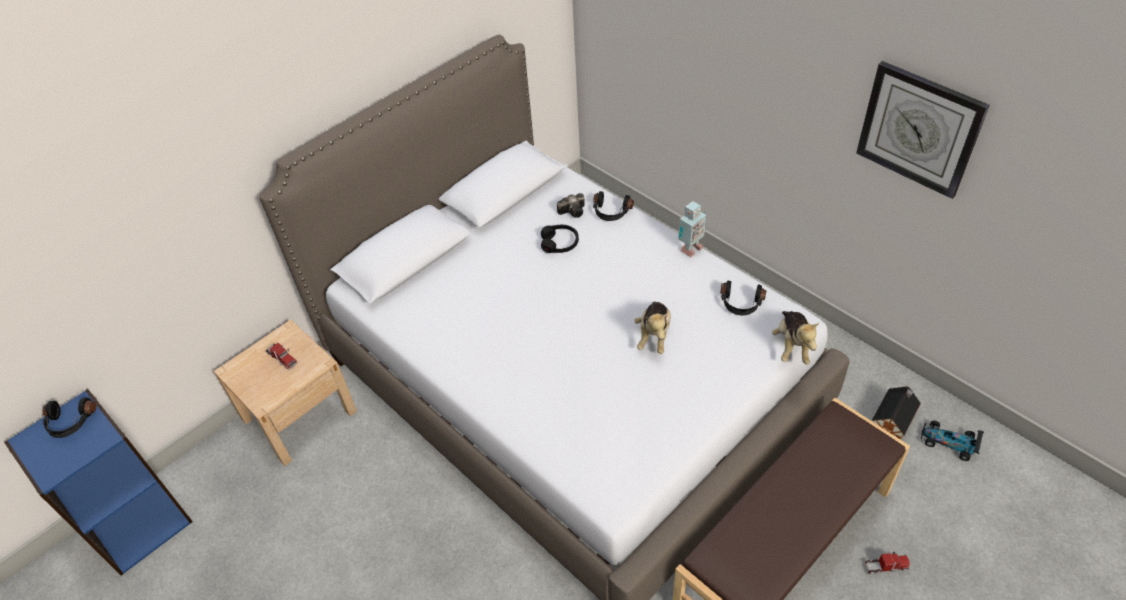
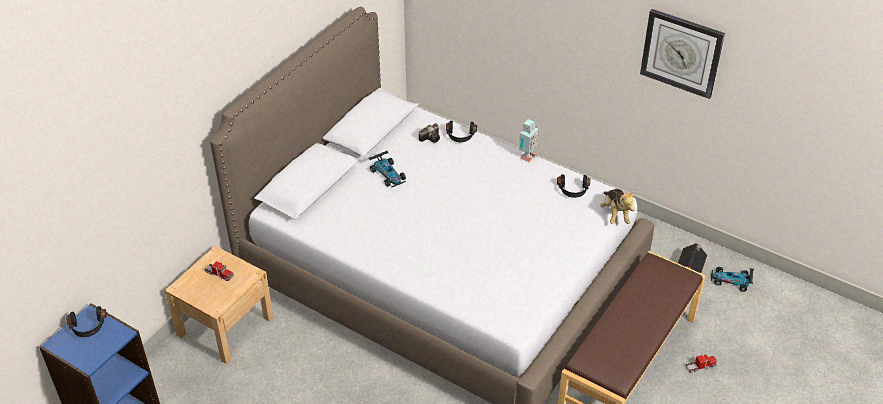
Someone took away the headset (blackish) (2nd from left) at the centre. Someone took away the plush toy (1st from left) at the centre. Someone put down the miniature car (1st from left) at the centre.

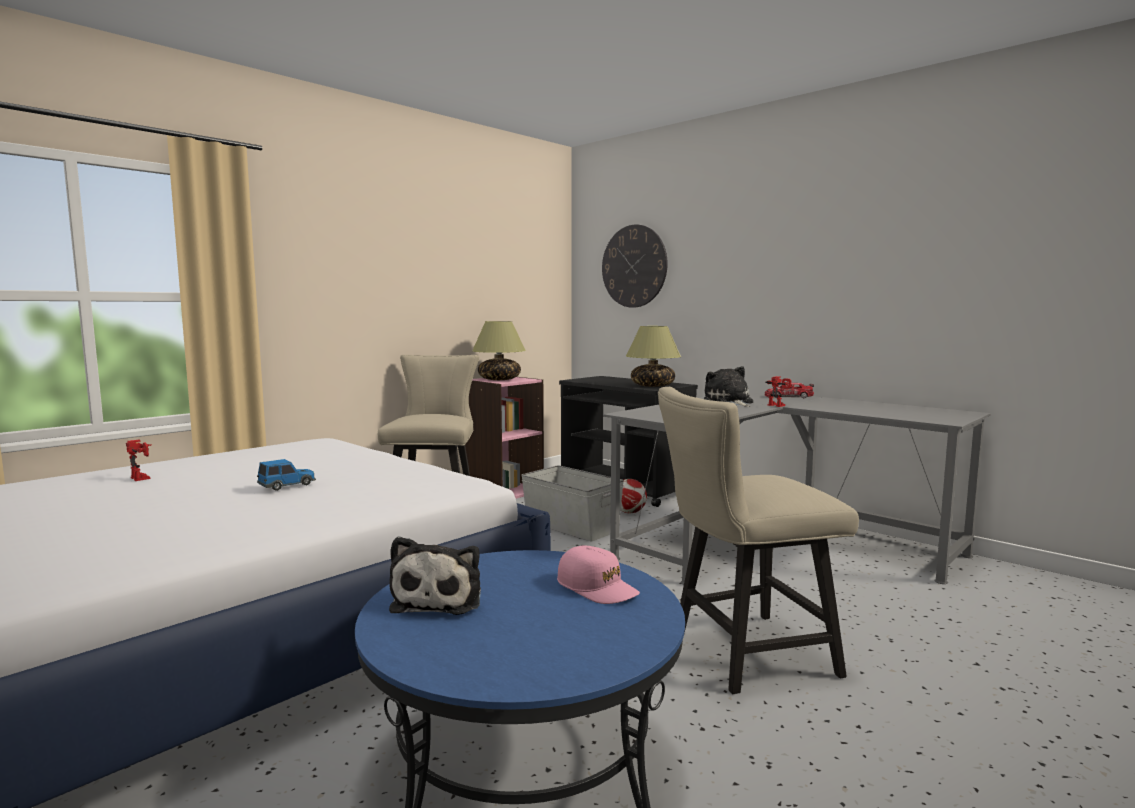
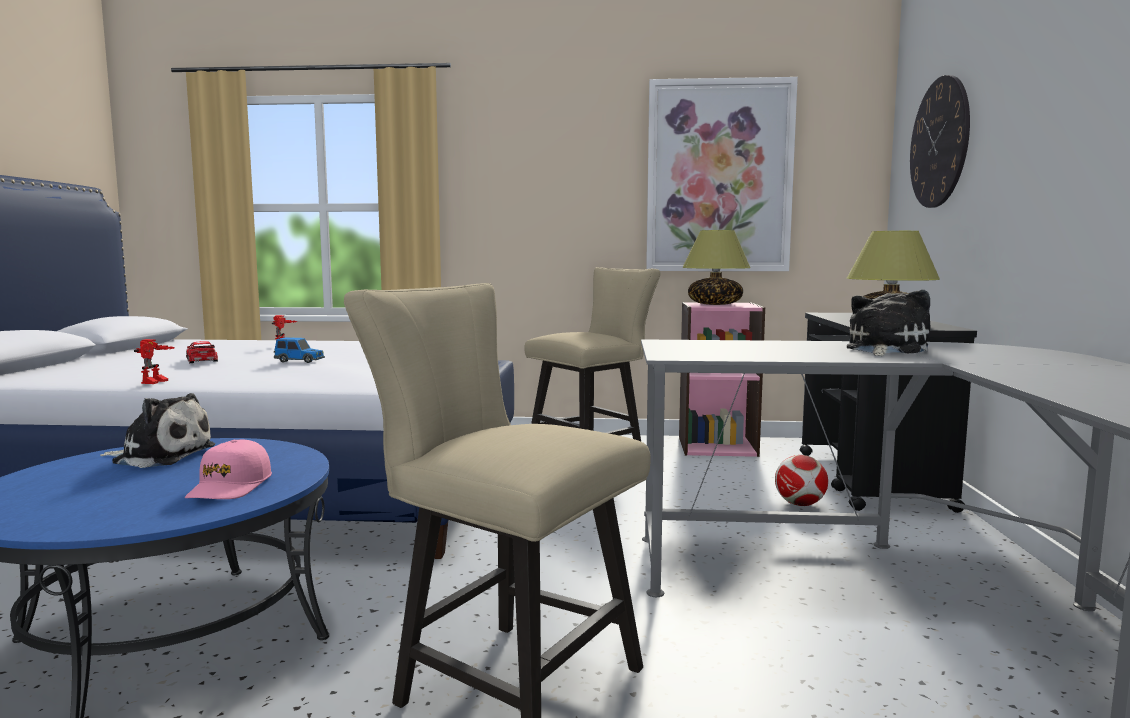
Someone took away the storage box (grey) at the centre. Someone put up the wall picture at the top centre. Someone carried the miniature car (2nd from left in the first image) from the middle right to the middle left. Someone carried the model robot (2nd from left in the first image) from the middle right to the middle left. Someone rotated the plush toy (1st from left) at the bottom centre by 135 degrees counterclockwise.

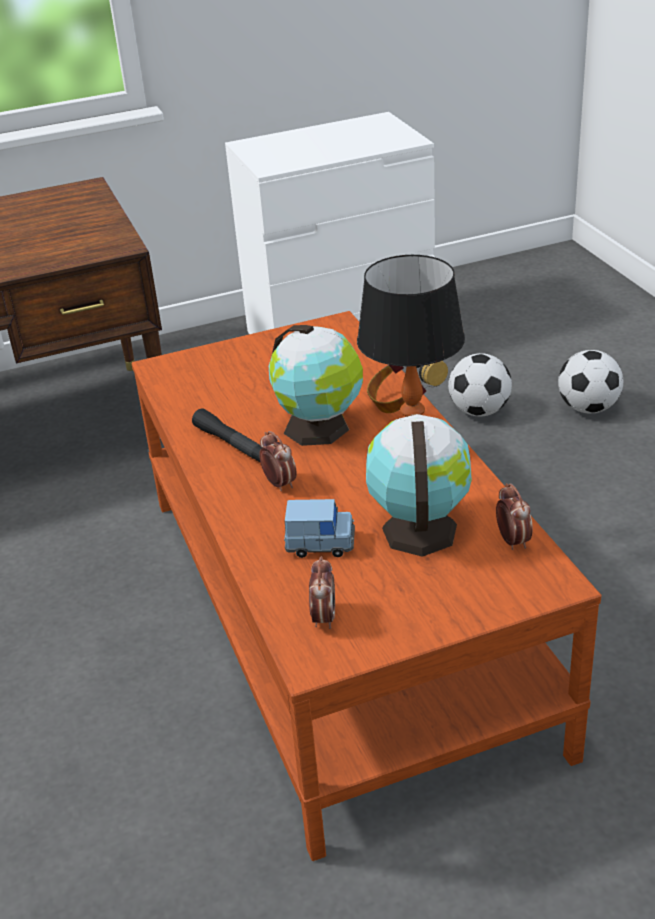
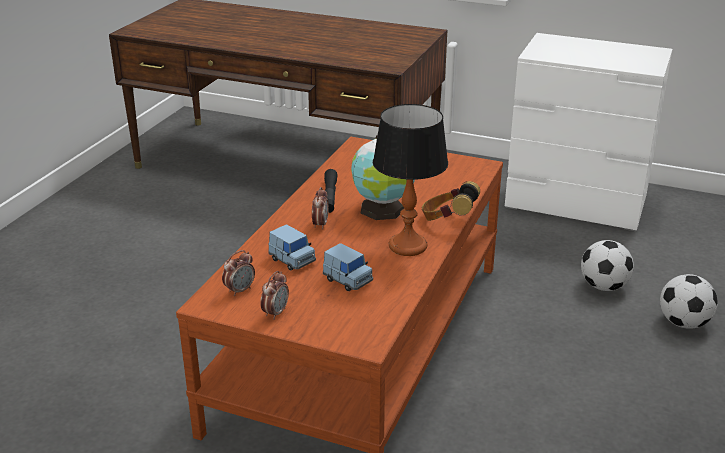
Someone carried the table clock (3rd from left in the first image) from the middle right to the centre. Someone swapped the globe (2nd from left) at the centre for the miniature car (bluish) (2nd from left) at the centre.

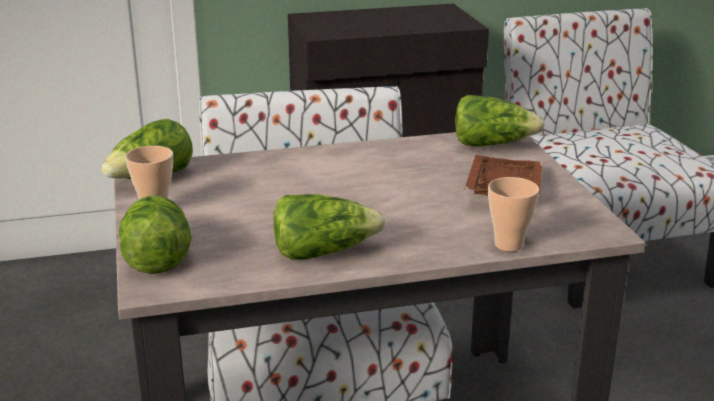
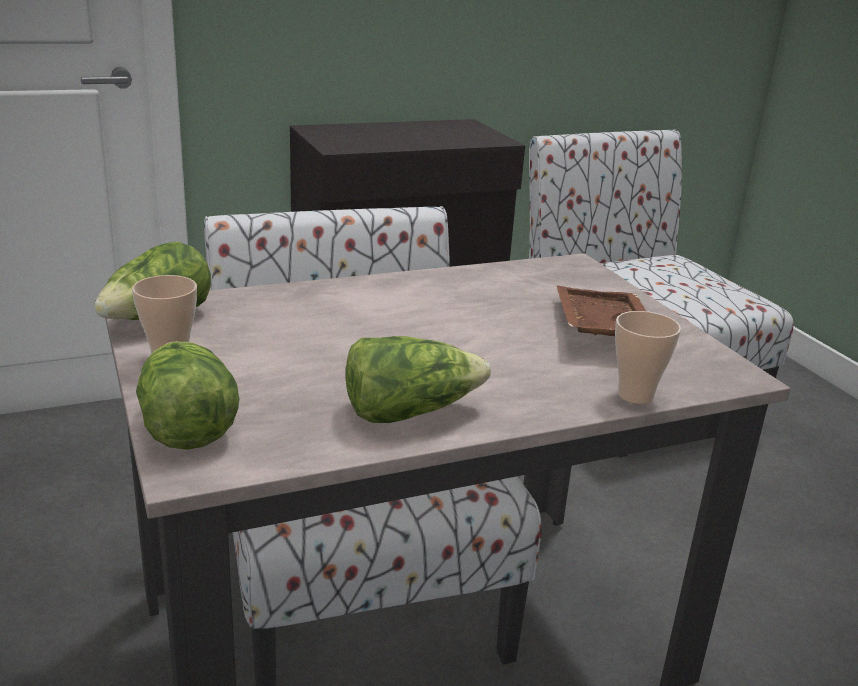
Someone took away the lettuce (4th from left) at the top right.

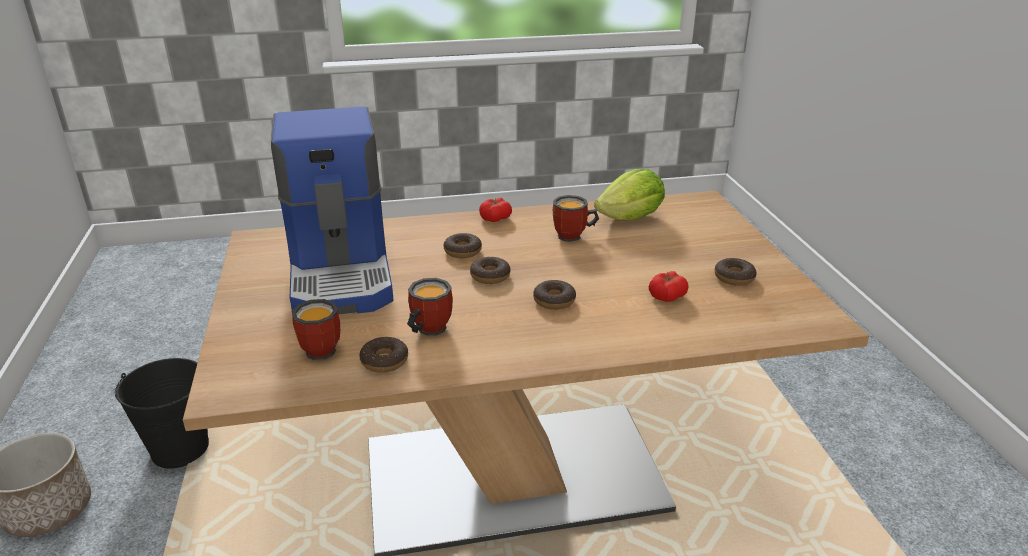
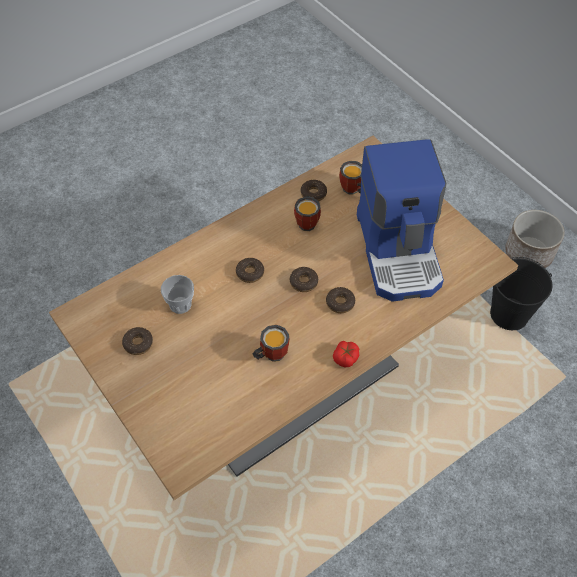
Someone took away the lettuce at the centre. Someone swapped the fresh tomato (2nd from left) at the centre for the drinking cup at the middle left. Someone rotated the coffee machine at the middle left by 150 degrees counterclockwise.

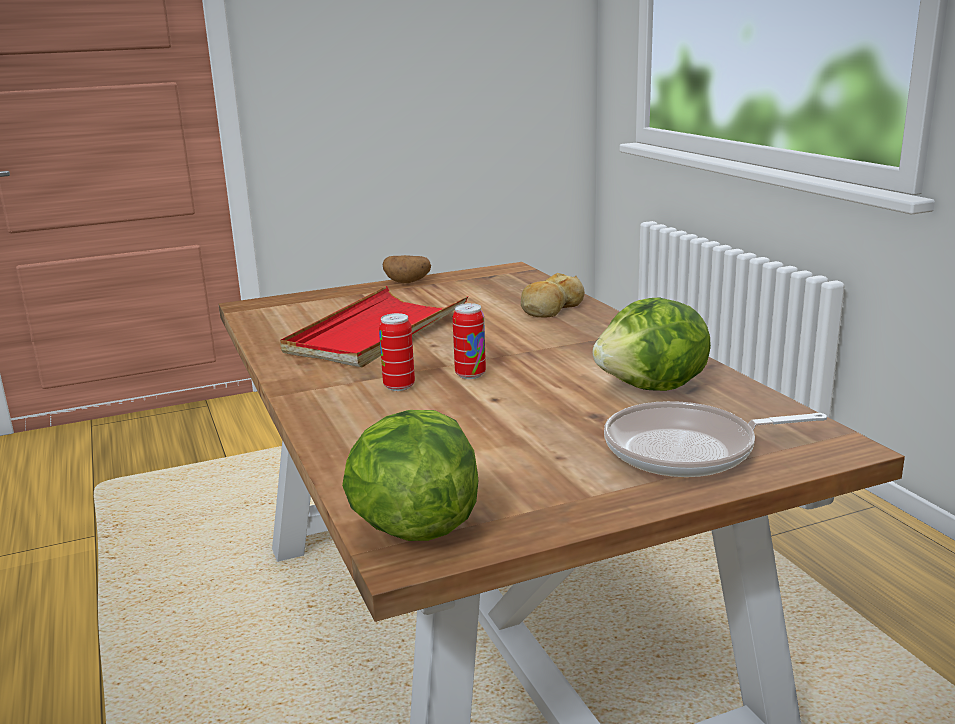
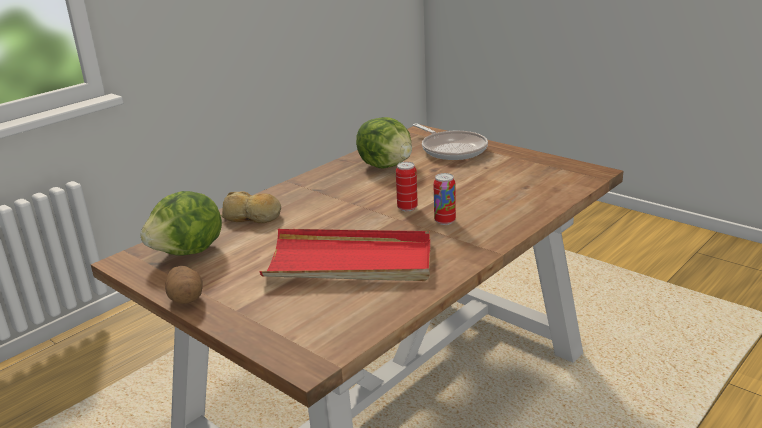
Someone carried the lettuce (1st from left) from the centre to the middle left.

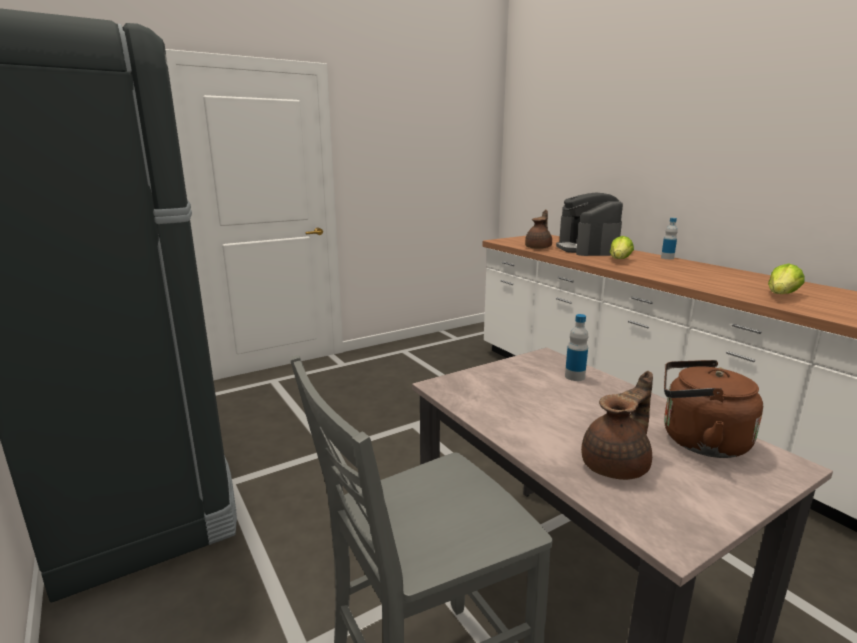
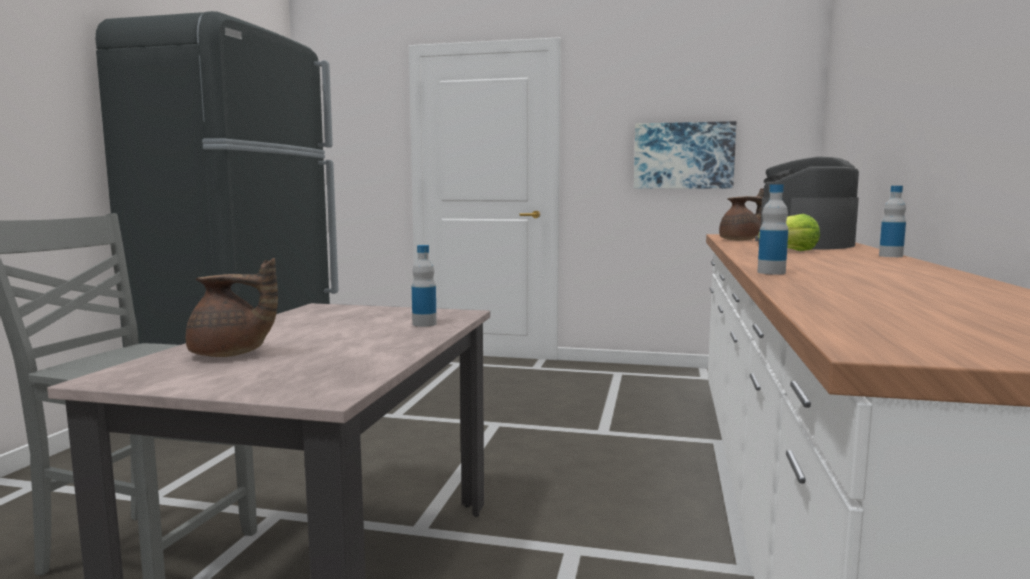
Someone took away the kettle (brown-coloured) at the middle right. Someone took away the lettuce (2nd from left) at the middle right. Someone put up the wall picture at the top centre. Someone put down the drink bottle (2nd from left) at the middle right.

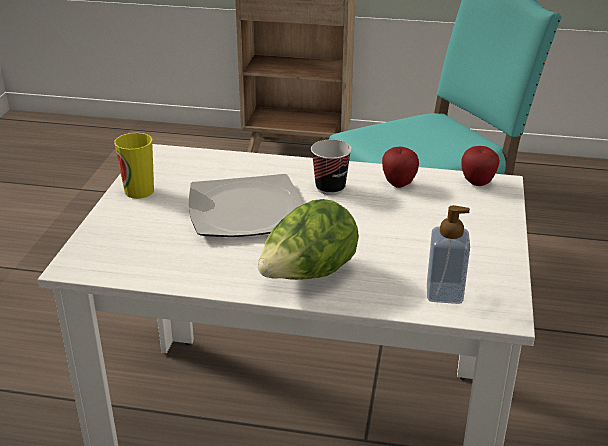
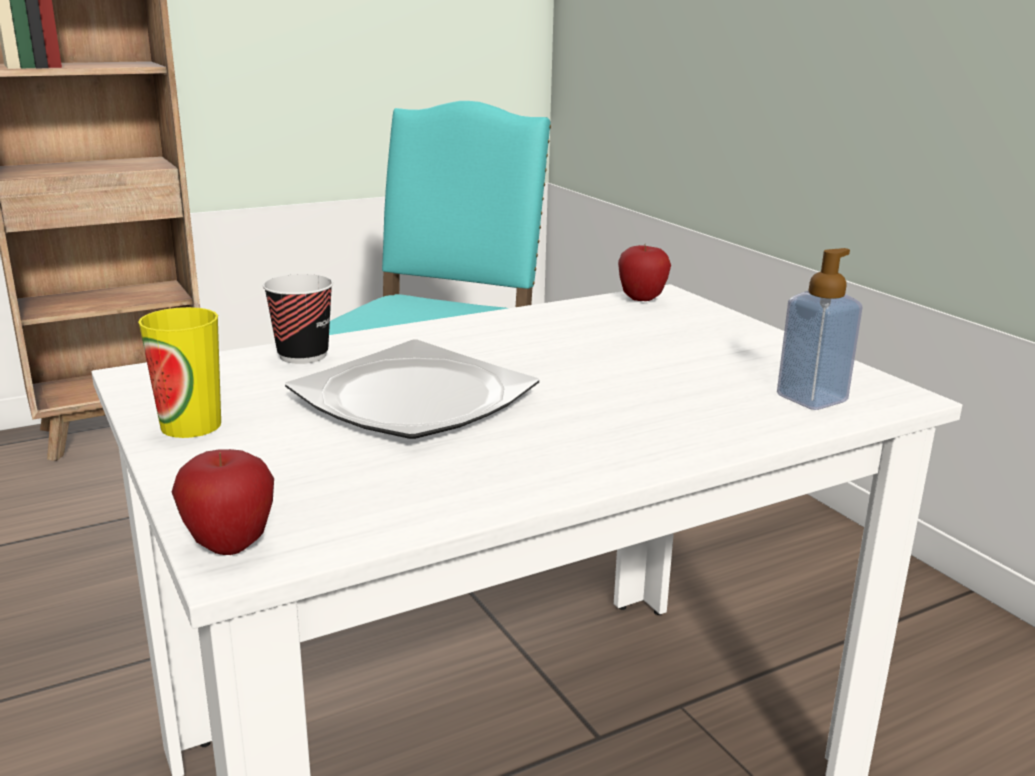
Someone took away the lettuce at the centre. Someone carried the drinking cup (2nd from left) from the centre to the middle left. Someone carried the apple fruit (1st from left) from the centre to the middle left.

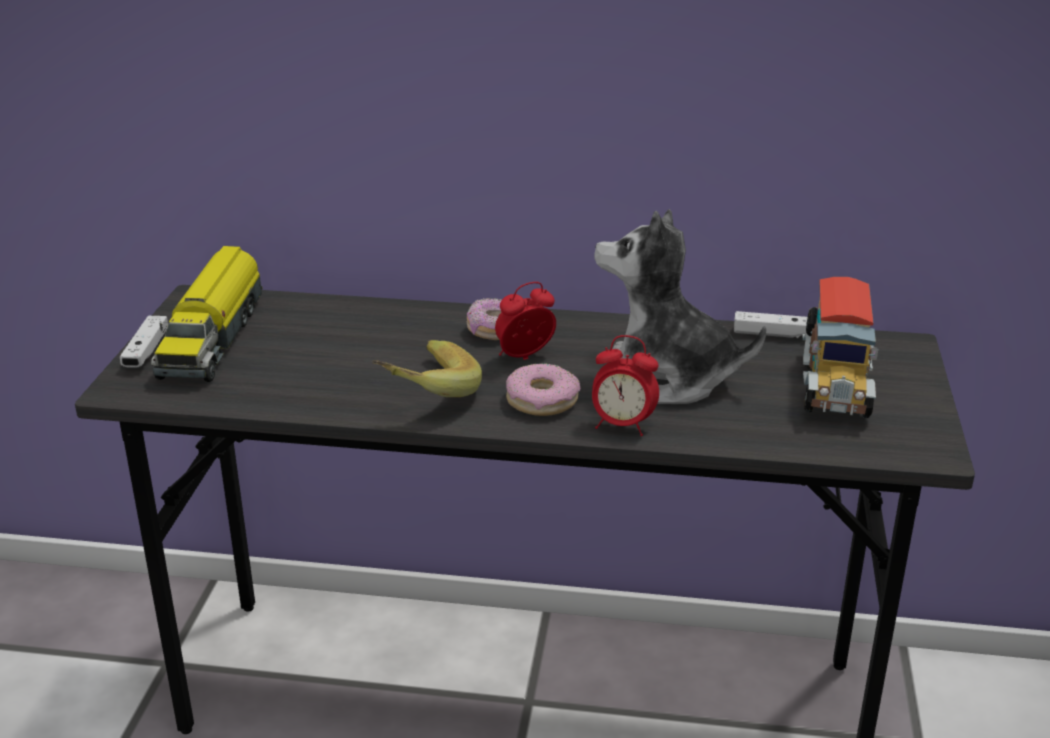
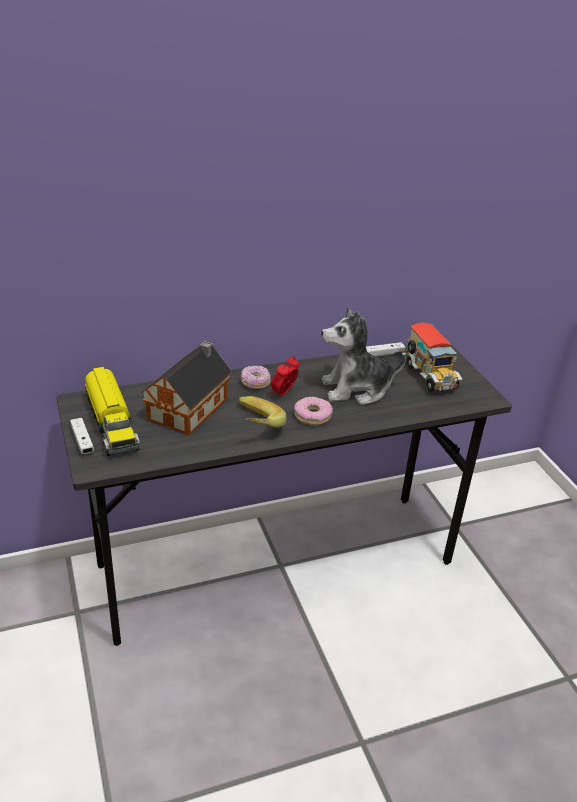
Someone took away the table clock (2nd from left) at the centre. Someone put down the model house at the middle left.

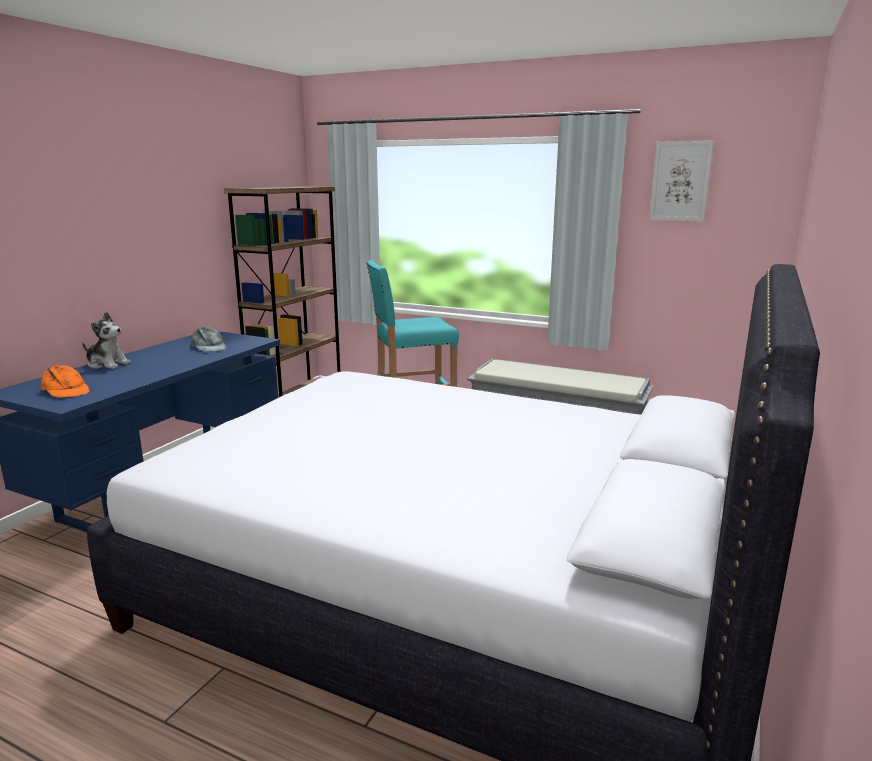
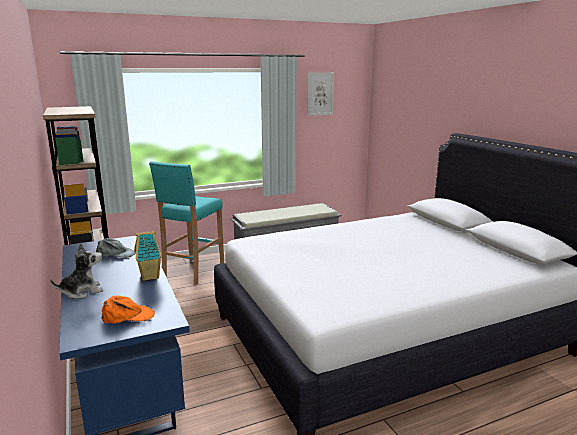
Someone put down the model house at the middle left.

